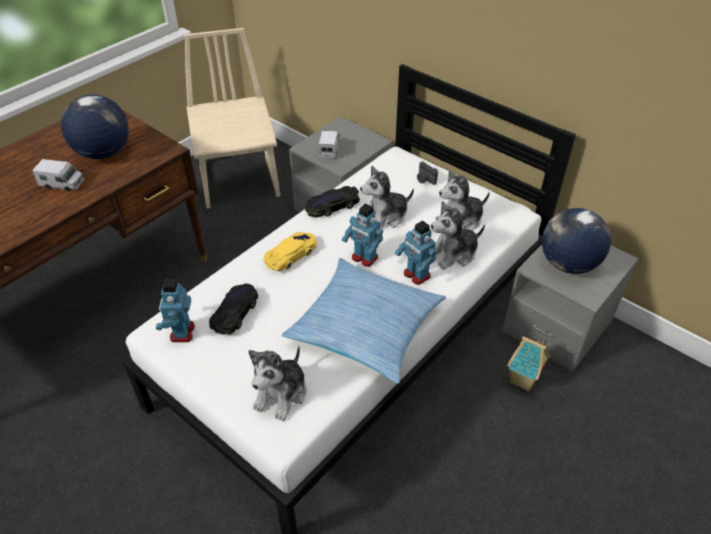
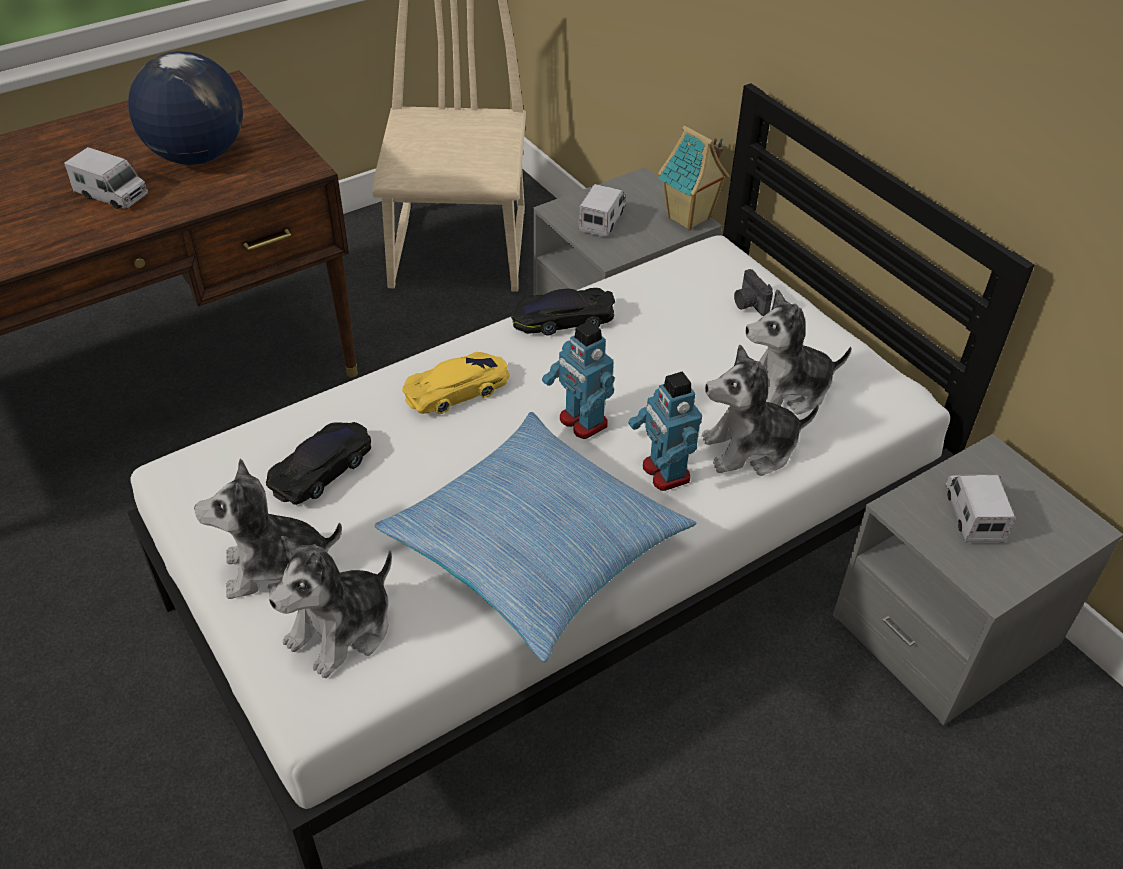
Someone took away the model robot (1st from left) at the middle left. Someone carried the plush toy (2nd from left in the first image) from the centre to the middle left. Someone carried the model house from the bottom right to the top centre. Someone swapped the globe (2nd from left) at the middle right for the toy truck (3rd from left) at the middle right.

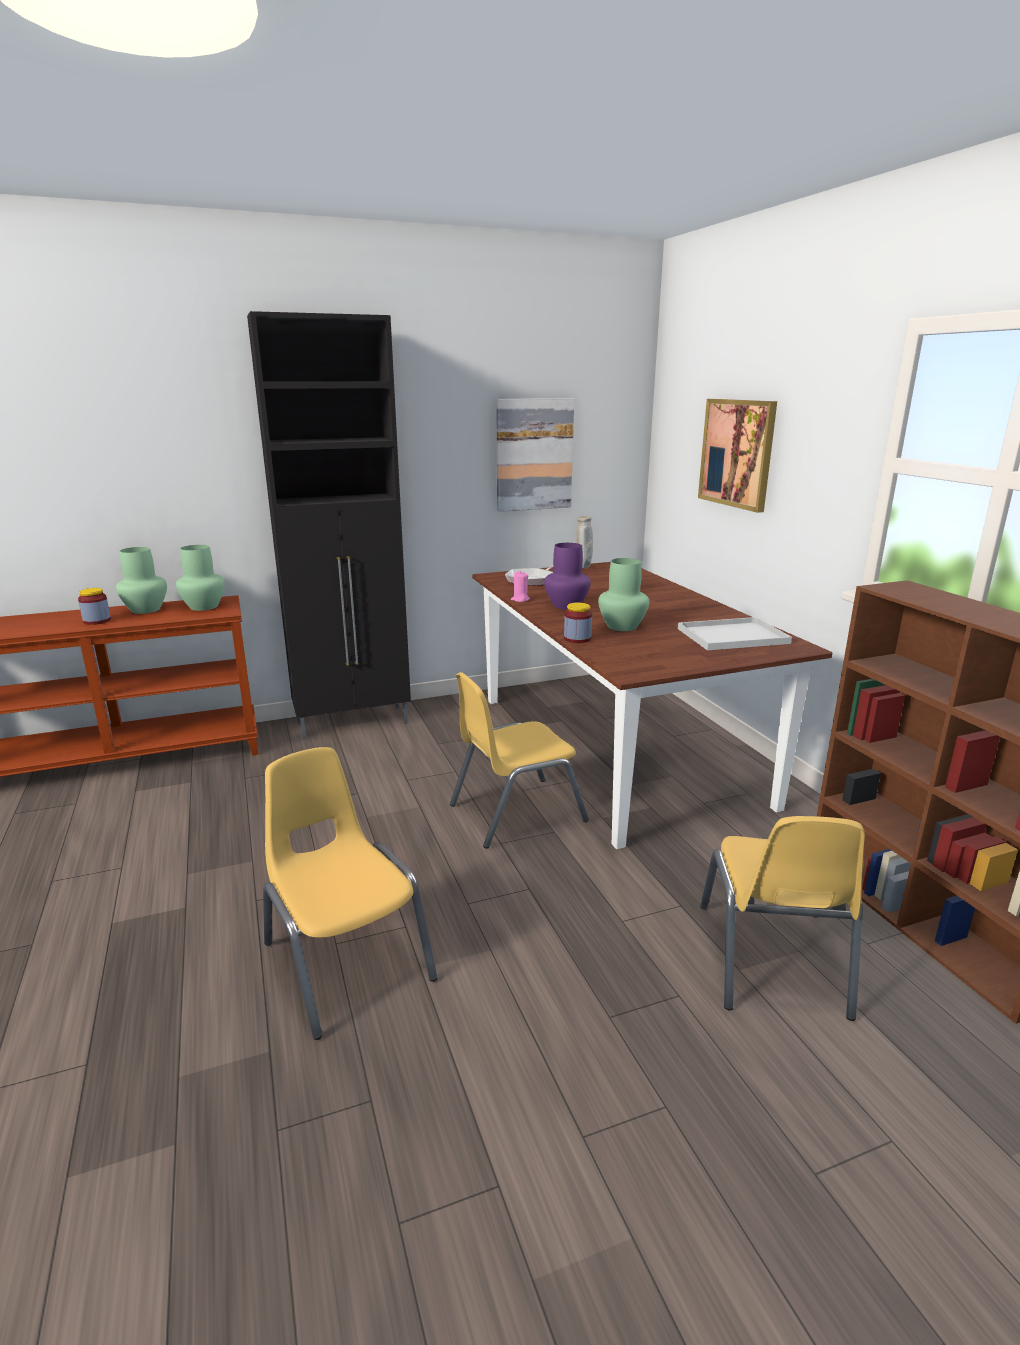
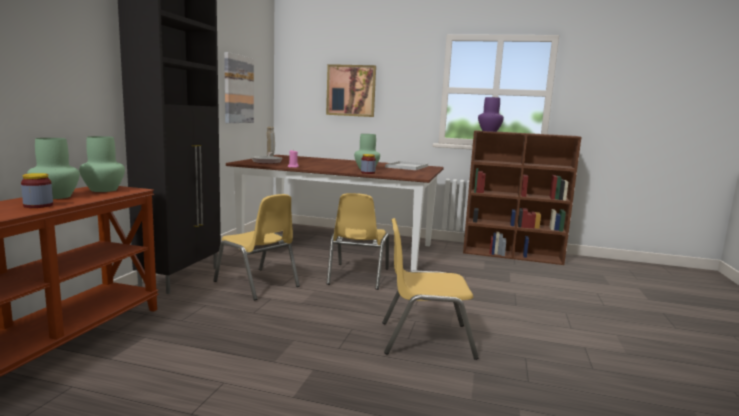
Someone carried the decorative vase (purplish) from the centre to the top centre. Someone carried the chair (yellow) (3rd from left in the first image) from the bottom right to the centre.

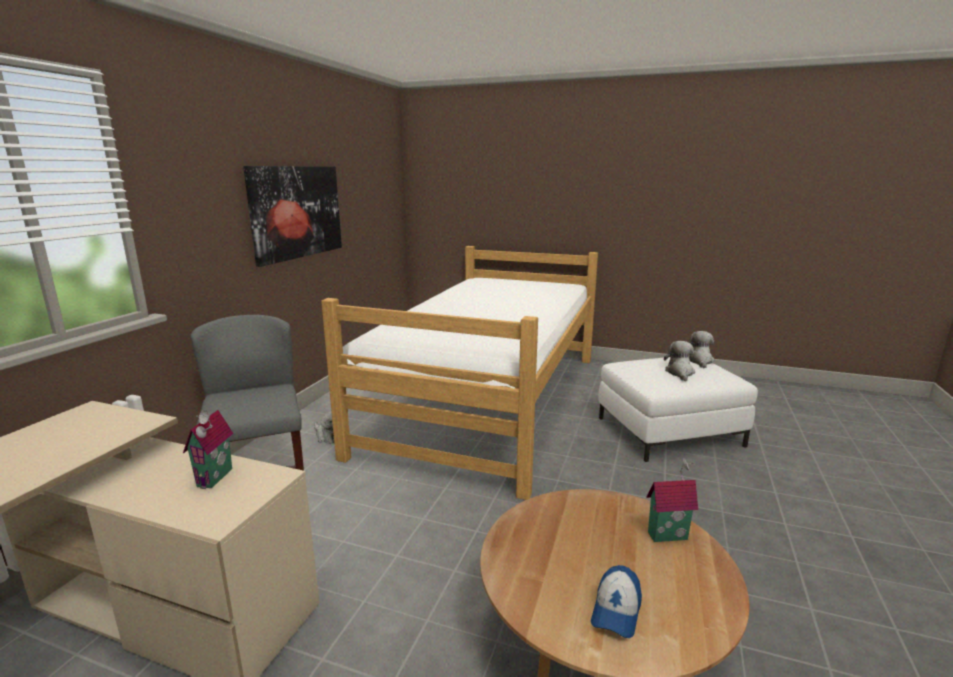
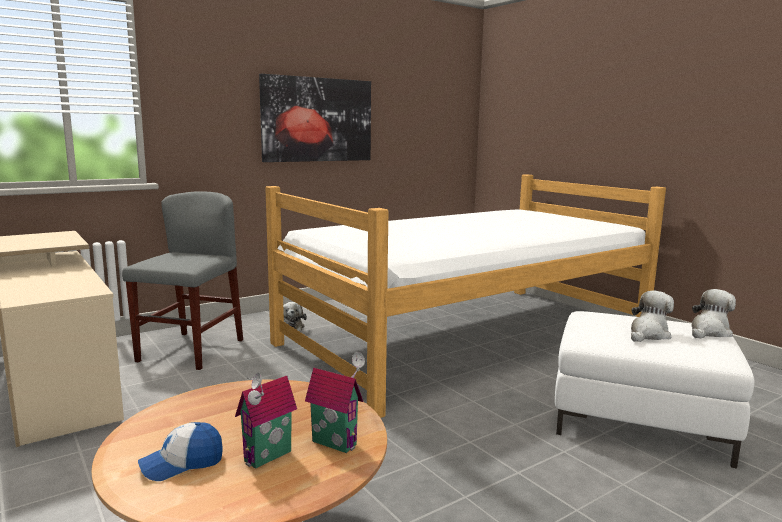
Someone carried the model house (1st from left) from the middle left to the bottom centre.

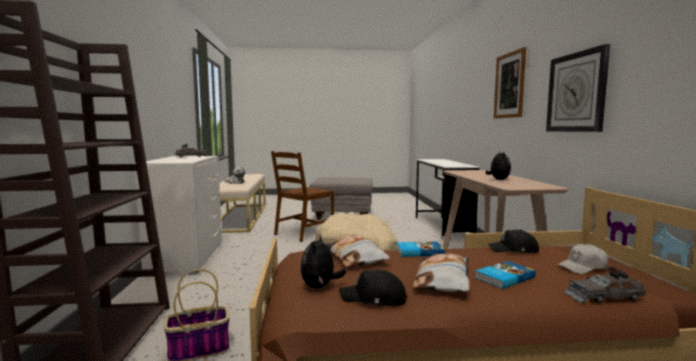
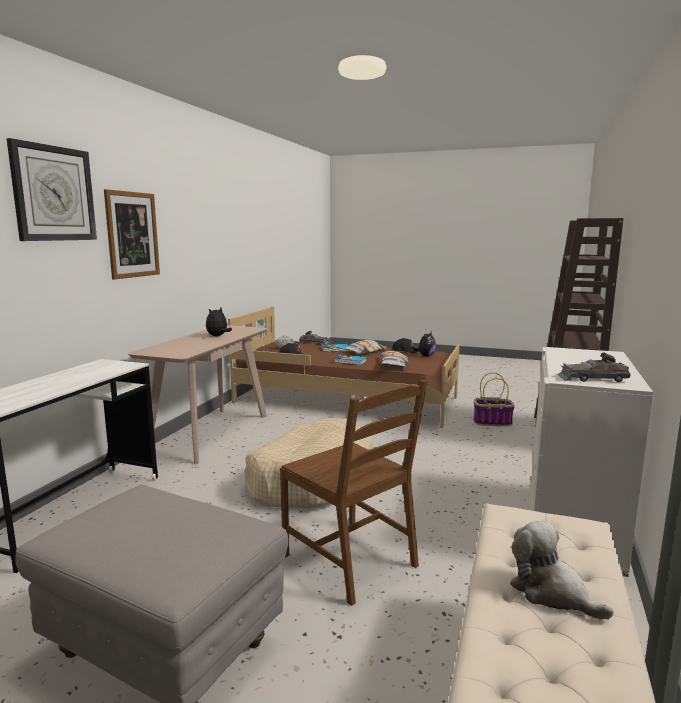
Someone carried the hanging clock from the top right to the top left. Someone rotated the chair (brown-coloured) at the centre by 75 degrees clockwise.

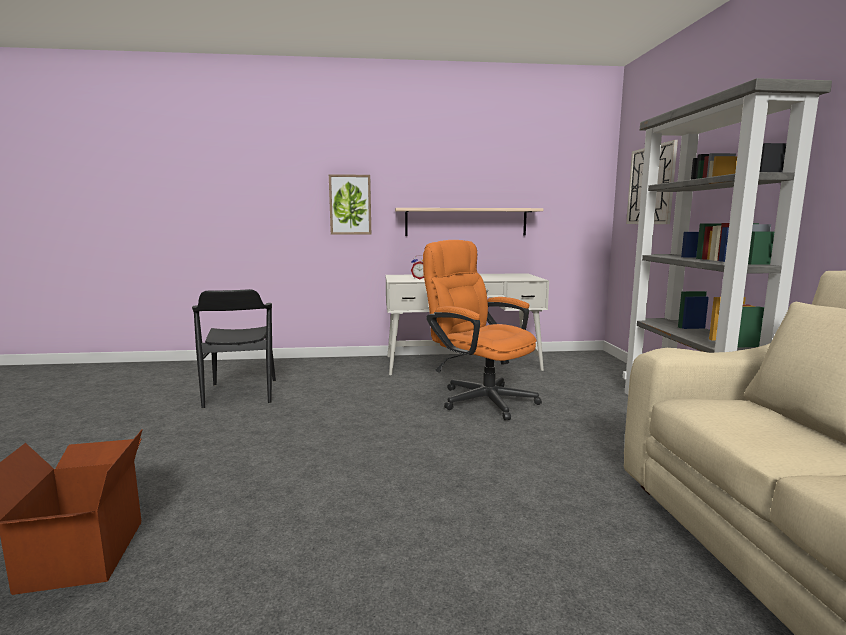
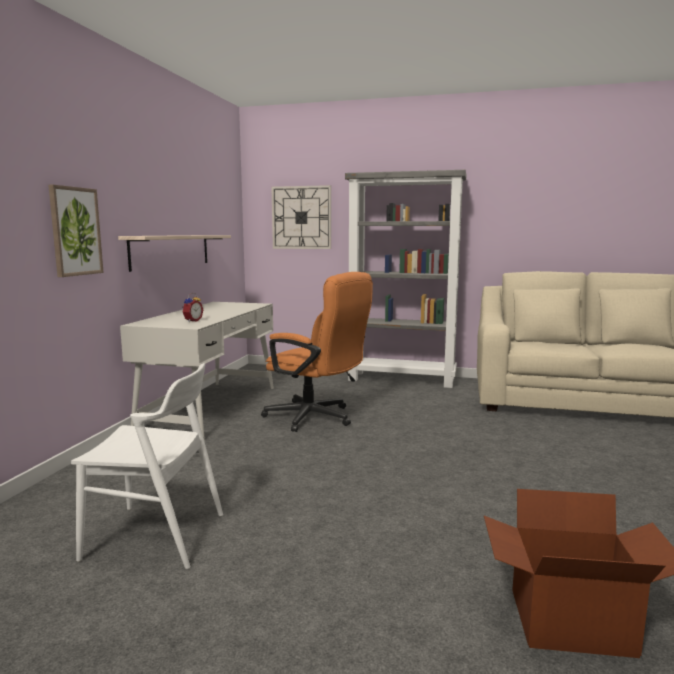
Someone repainted the chair (blackish) at the middle left, which became the chair (white) at the bottom left. Someone rotated the computer chair (orange) at the centre by 120 degrees counterclockwise.

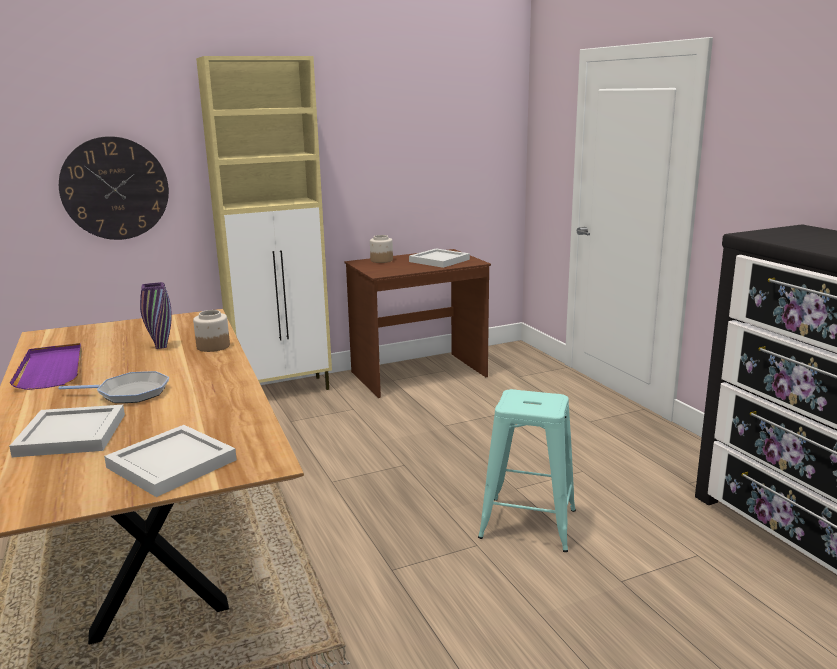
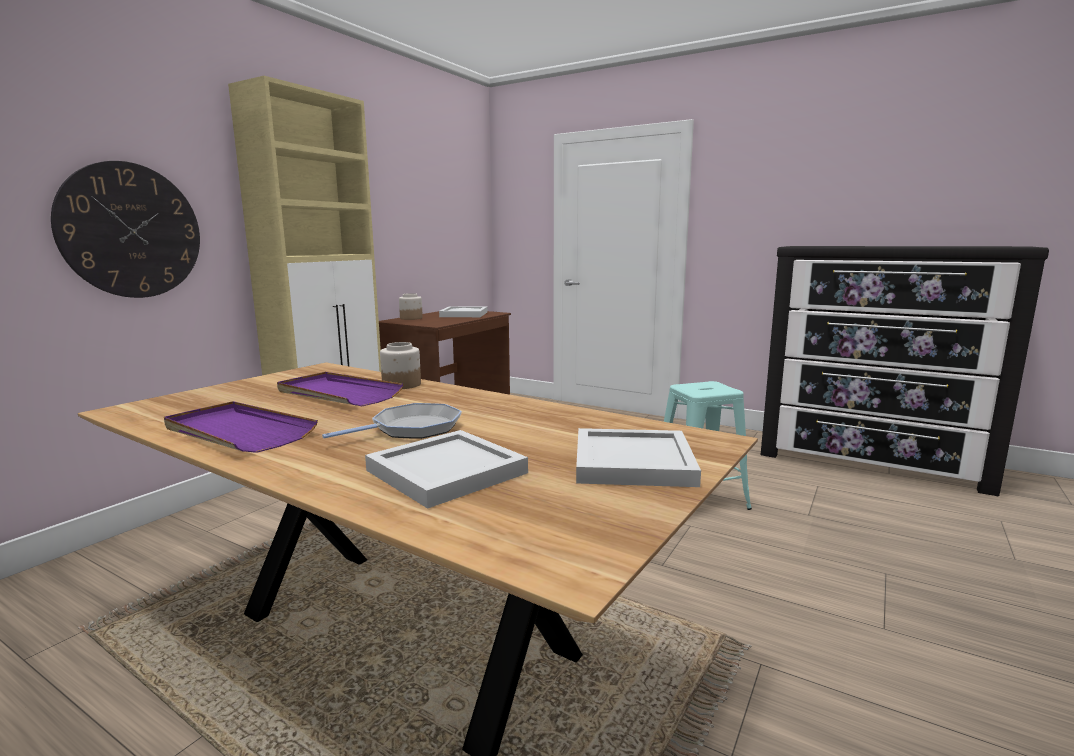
Someone swapped the decorative vase (purplish) at the middle left for the carrying tray (purplish) (2nd from left) at the middle left.

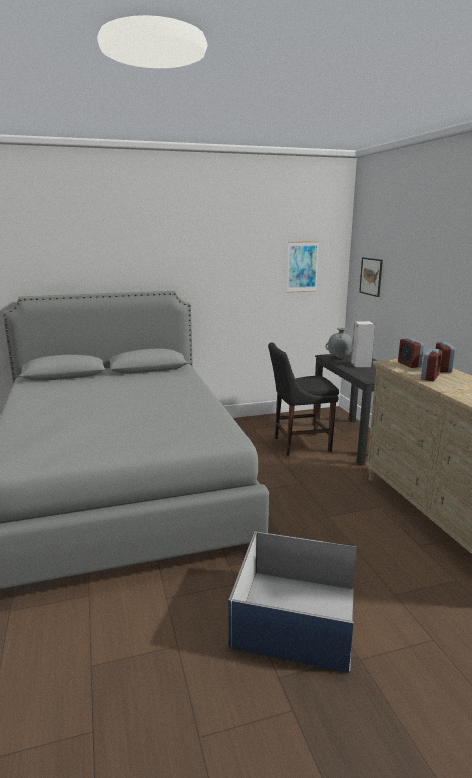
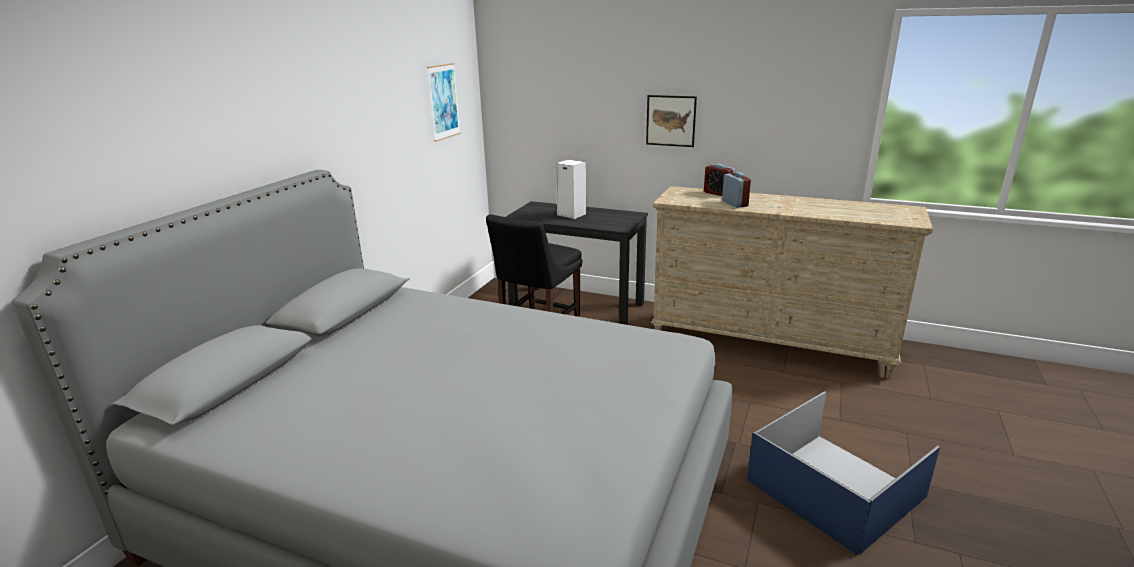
Someone took away the decorative vase (grey) at the middle right. Someone took away the table clock (1st from left) at the middle right. Someone carried the wall picture (2nd from left) from the middle right to the top centre.

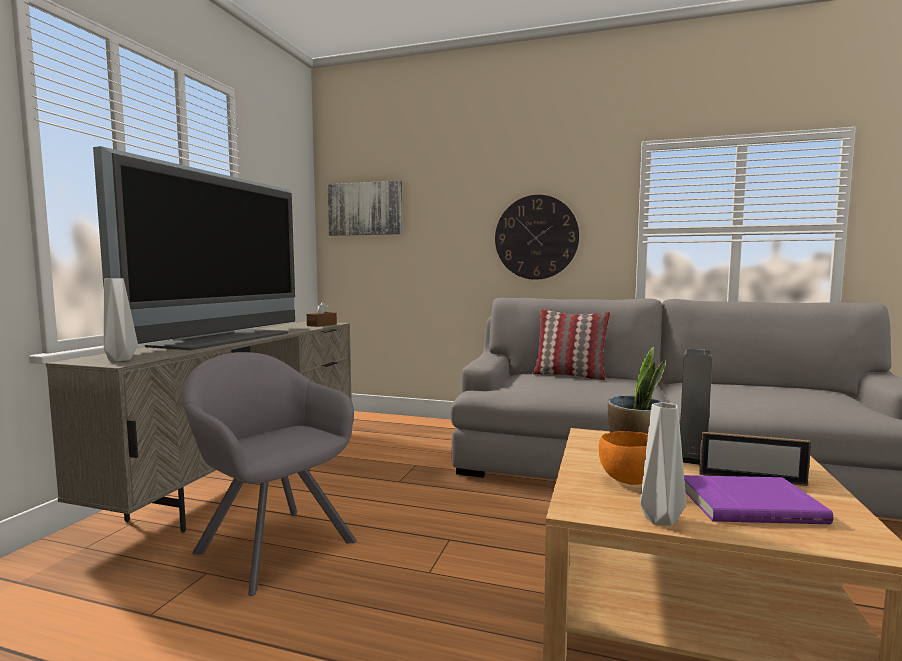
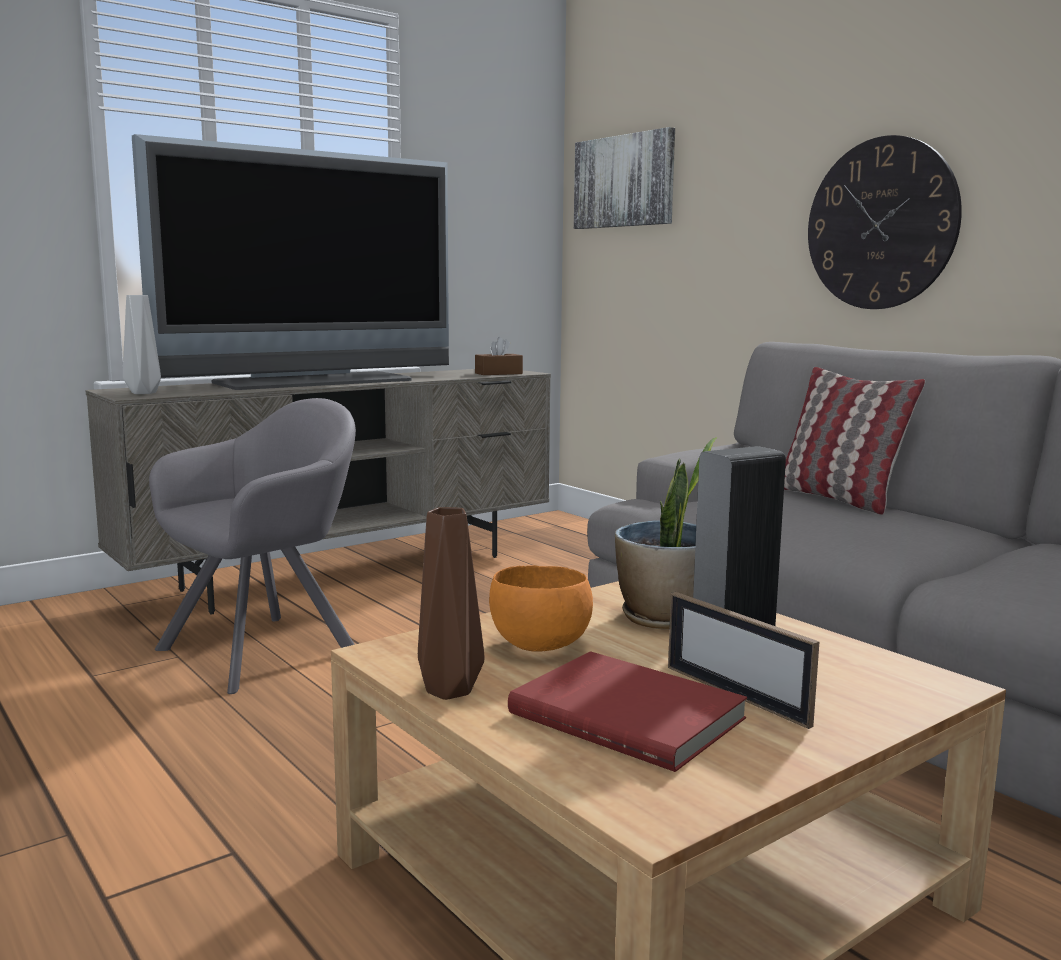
Someone repainted the decorative vase (grey) (2nd from left) at the bottom right, which became the decorative vase (brown-coloured) at the centre. Someone repainted the volume (purplish) at the bottom right, which became the volume (reddish) at the bottom centre. Someone rotated the easy chair (grey) at the bottom left by 60 degrees clockwise.

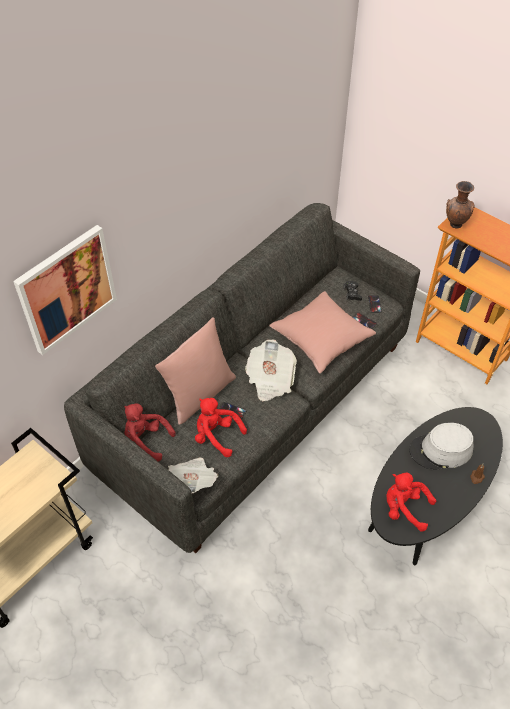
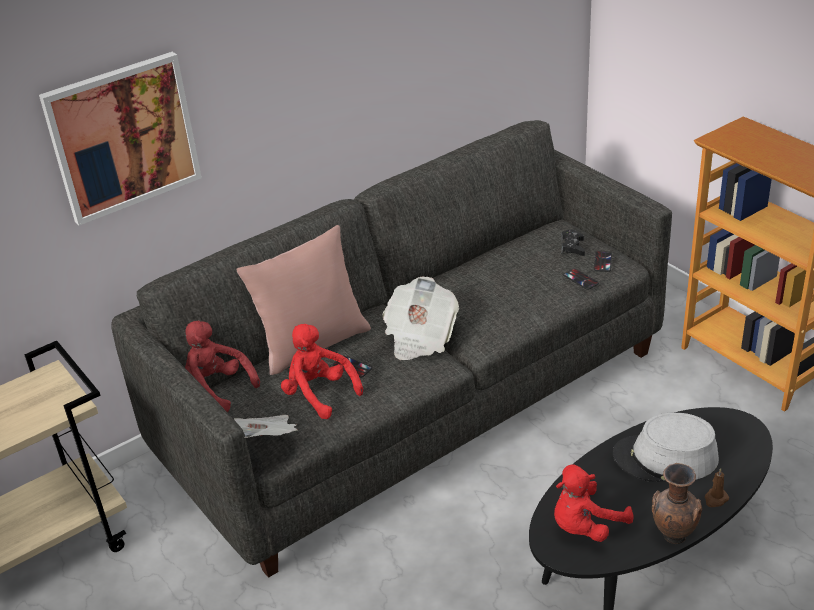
Someone took away the cushion (pink) (2nd from left) at the centre. Someone carried the decorative vase (brown-coloured) from the top right to the bottom right. Someone rotated the plush toy (reddish) (3rd from left) at the bottom right by 75 degrees counterclockwise.

